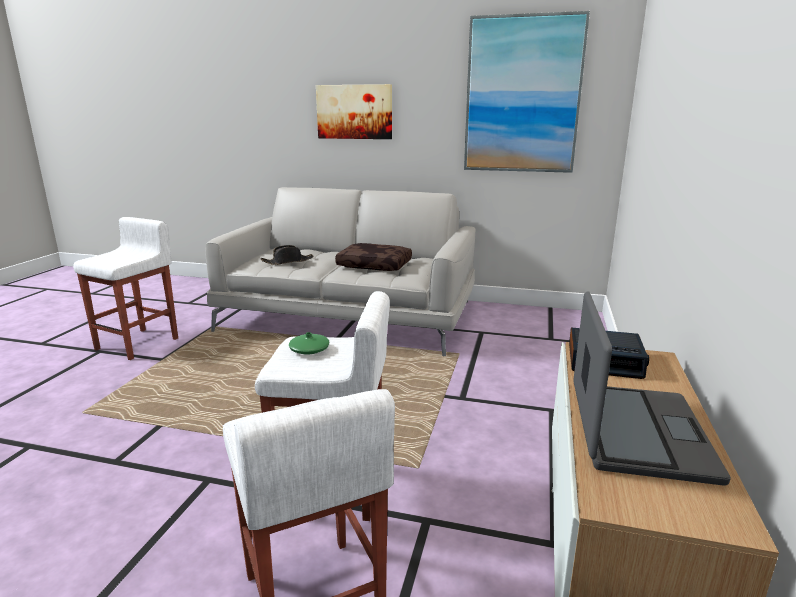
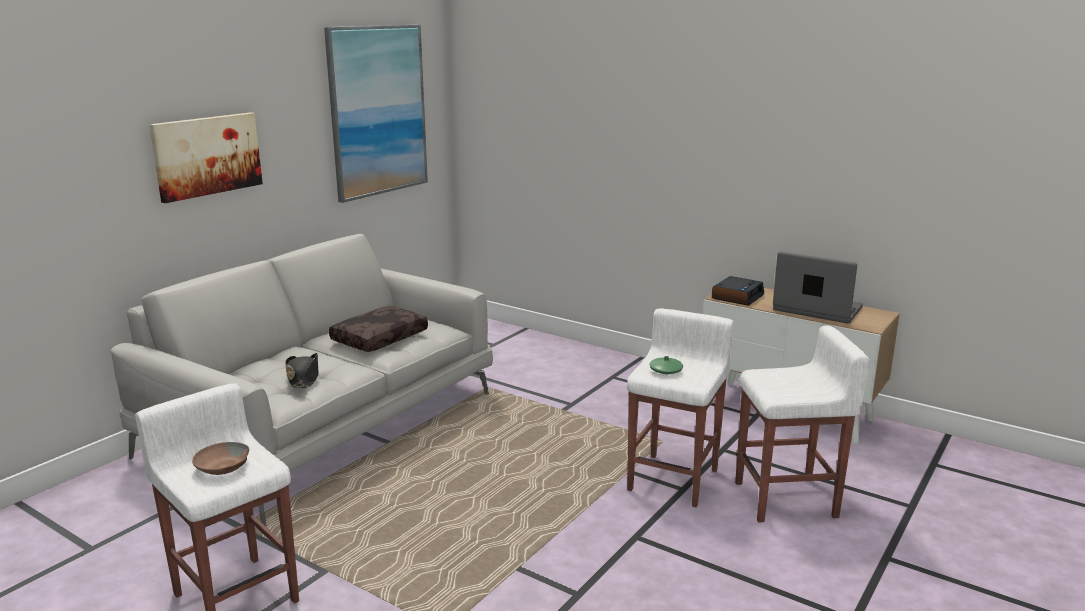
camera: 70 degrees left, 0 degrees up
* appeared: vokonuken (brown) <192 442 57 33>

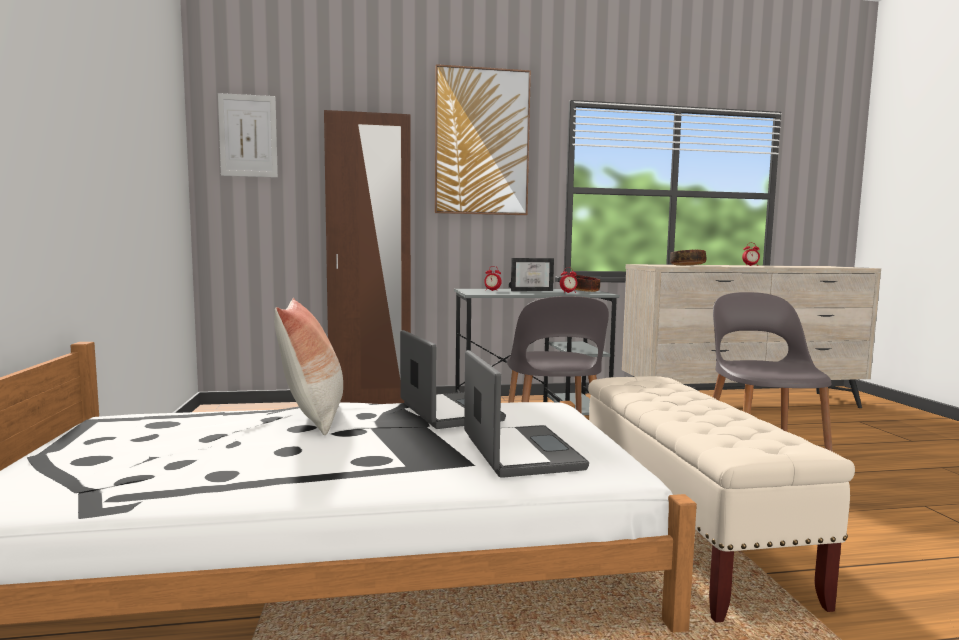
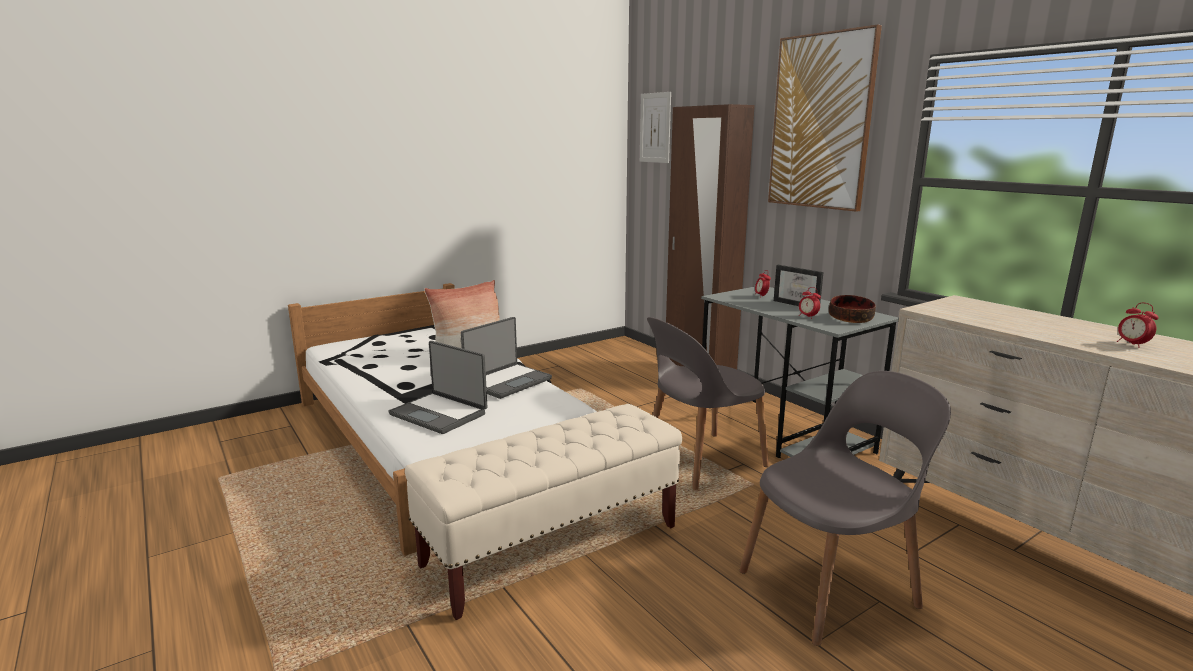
camera: 65 degrees right, 10 degrees up
* spun: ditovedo <464 350 125 128> = <388 341 99 93> 75 degrees clockwise
* missing: vokonuken <670 250 36 15>

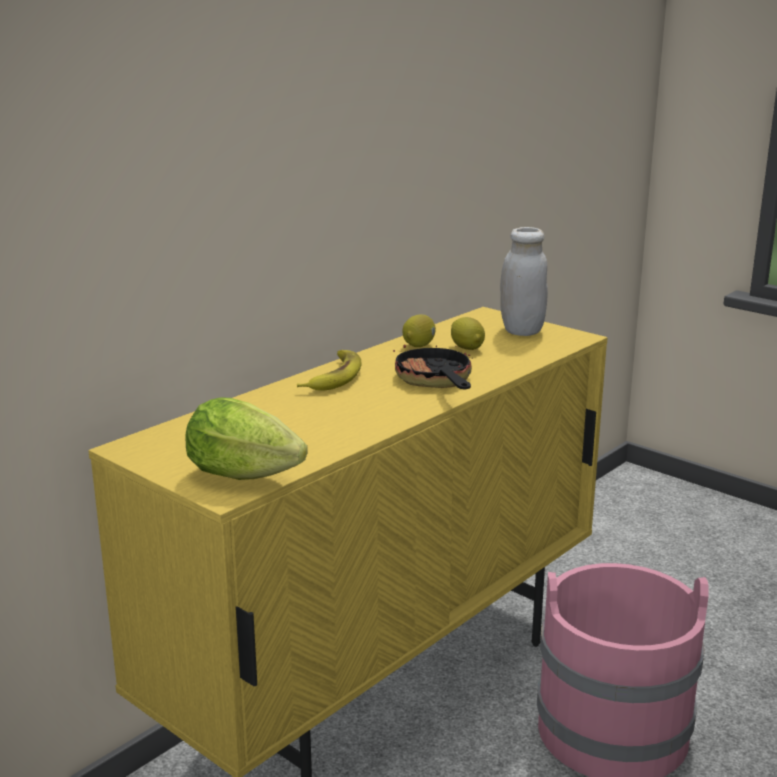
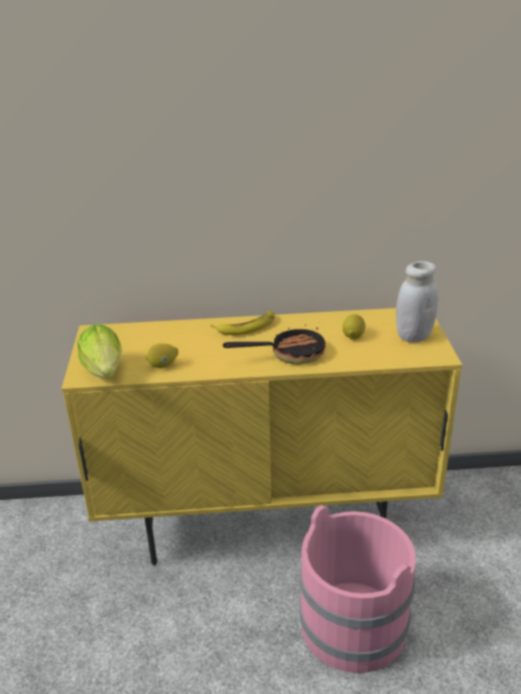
camera: 45 degrees right, 10 degrees up
* spun: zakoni <393 344 80 45> = <223 322 103 42> 45 degrees clockwise
* relocated: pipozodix <403 314 33 33> to <145 343 33 25>

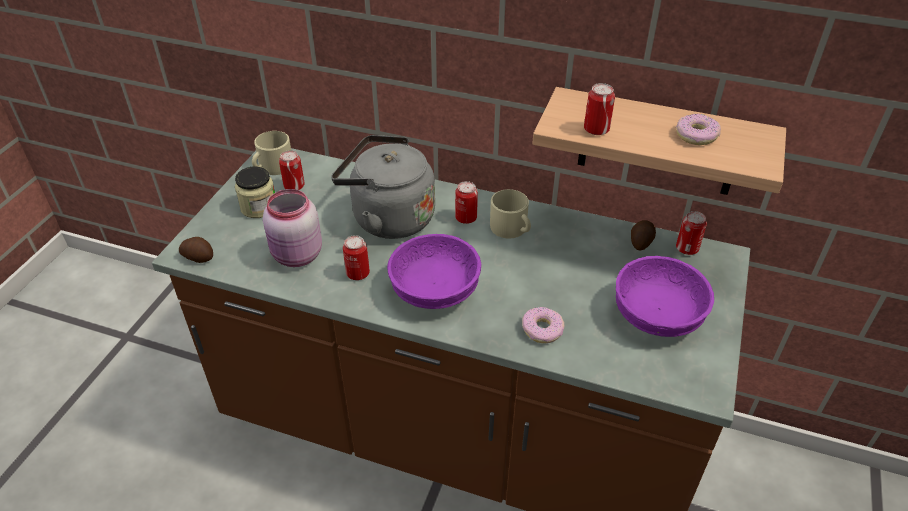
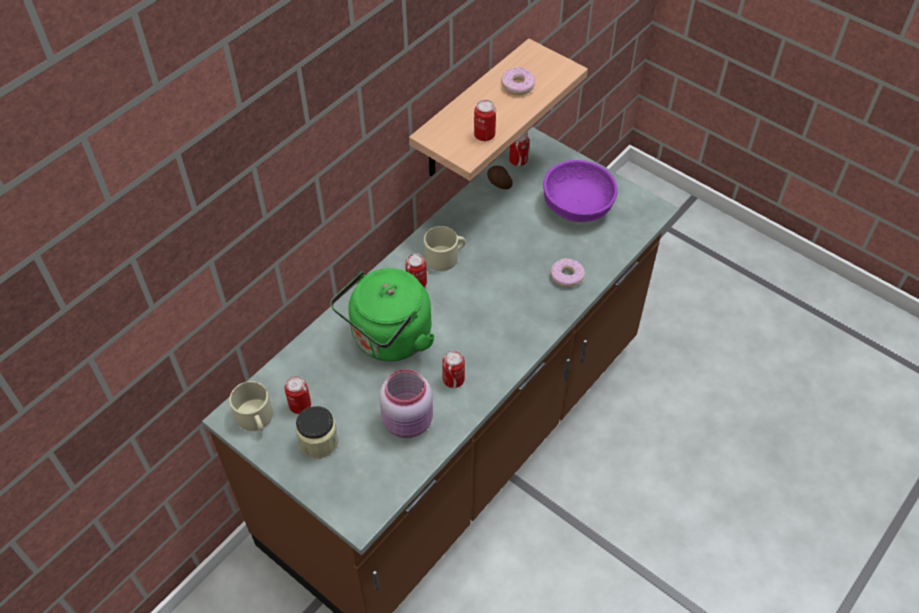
camera: 70 degrees left, 10 degrees up
* missing: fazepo <179 237 34 26>
* colour: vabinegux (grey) <331 135 104 104> to vabinegux (green) <330 268 105 93>
* missing: vokonuken (purple) <387 234 94 75>

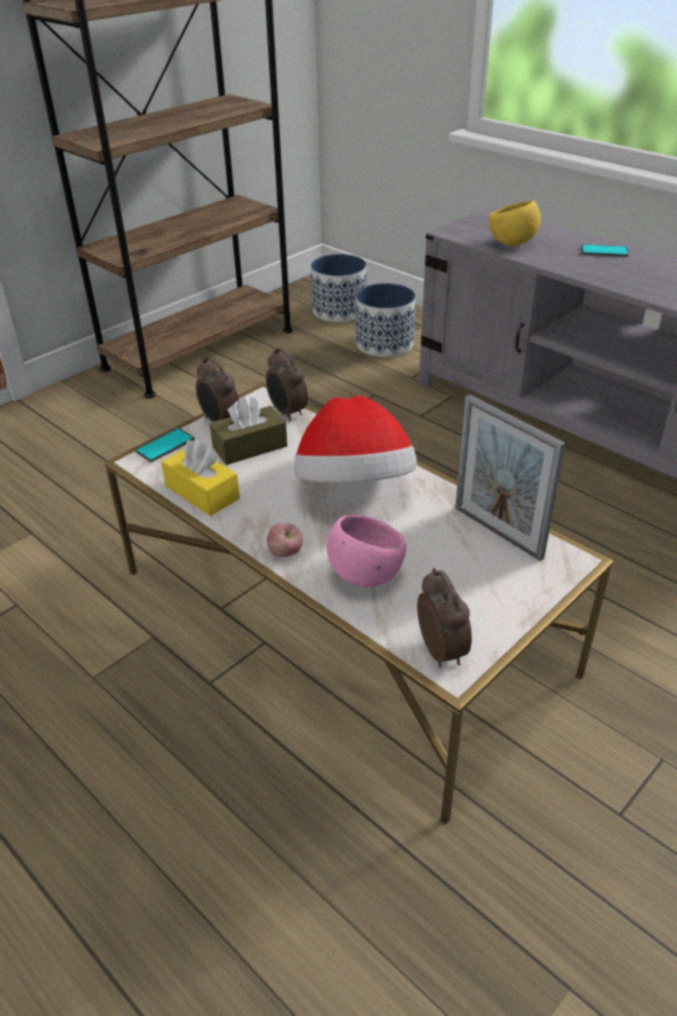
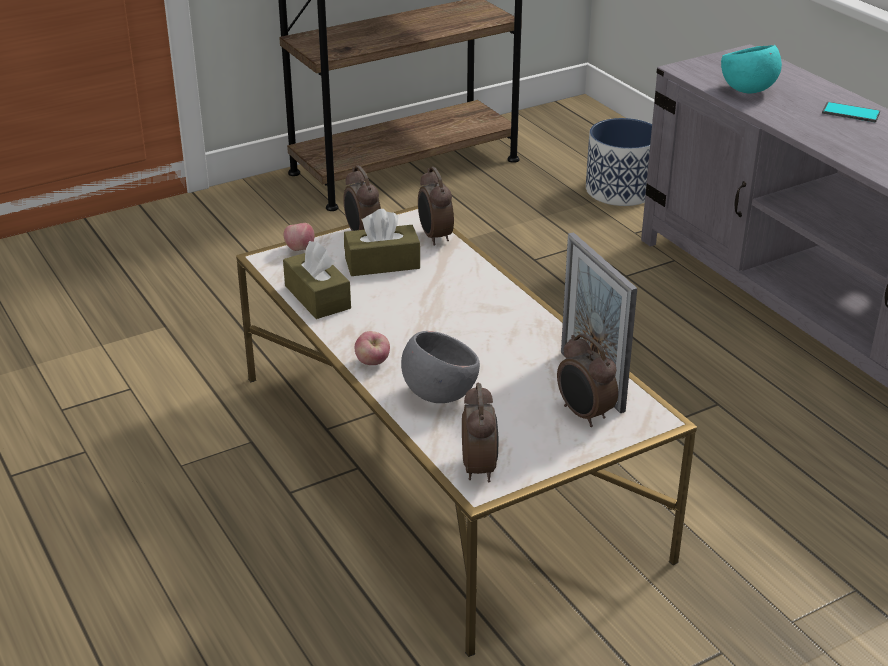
camera: 15 degrees right, 5 degrees down
* exchanged: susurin <135 428 60 34> to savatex <284 223 30 28>
* colour: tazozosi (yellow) <161 440 79 76> to tazozosi (brown) <283 241 68 78>
* missing: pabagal <294 396 123 87>
* missing: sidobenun <311 254 56 69>
* colour: vokonuken (pink) <327 514 79 73> to vokonuken (grey) <401 331 79 72>
* colour: vokonuken (yellow) <489 200 52 46> to vokonuken (turquoise) <721 45 61 49>
* appeared: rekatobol <557 333 61 94>

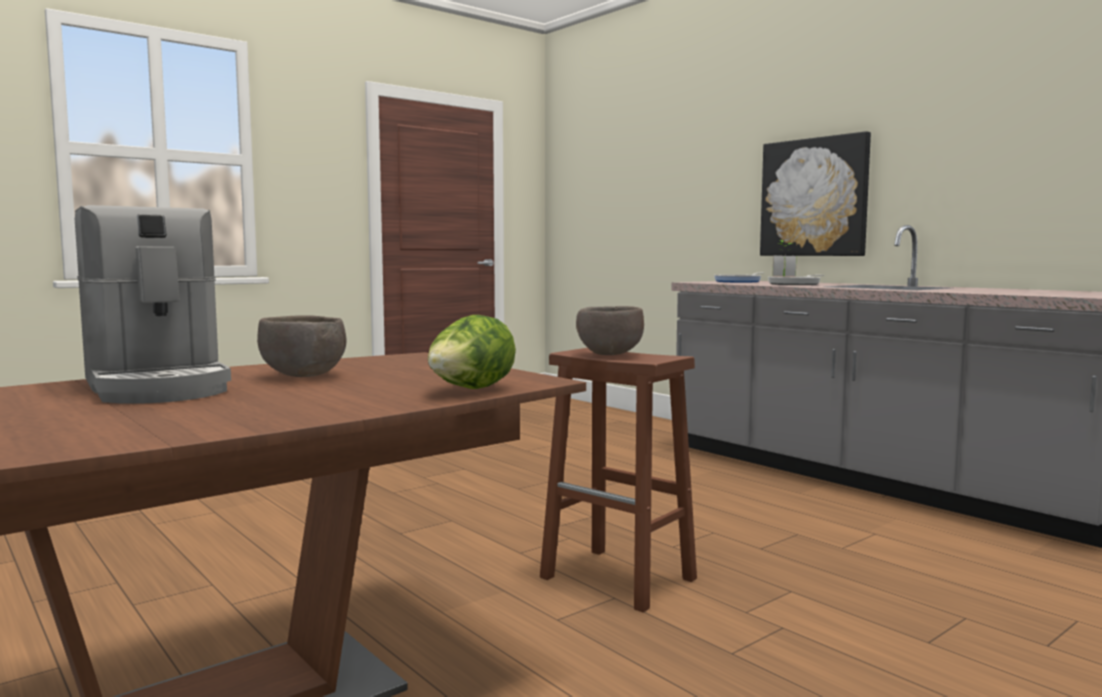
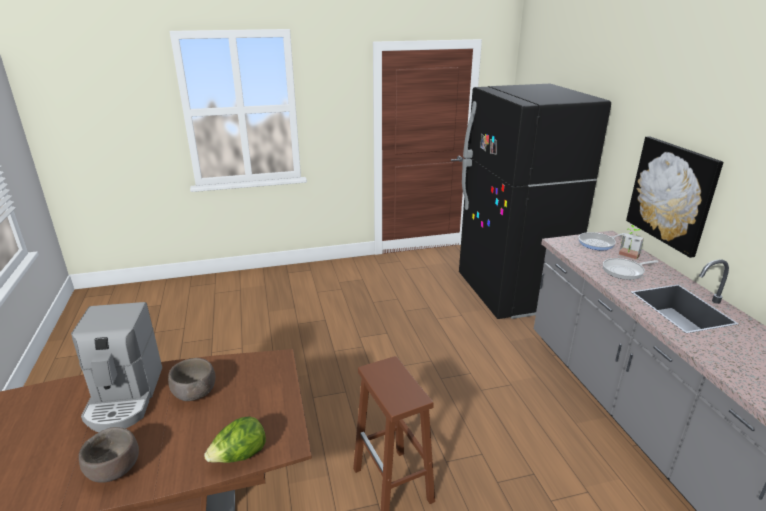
camera: 25 degrees right, 20 degrees up
* relocated: vokonuken (brown) <576 306 68 49> to <79 427 60 56>
* appeared: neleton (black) <459 84 152 235>

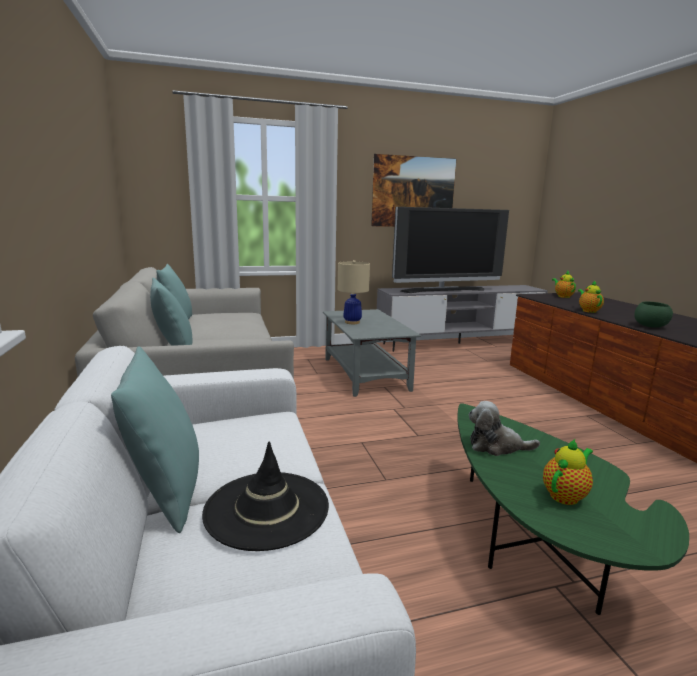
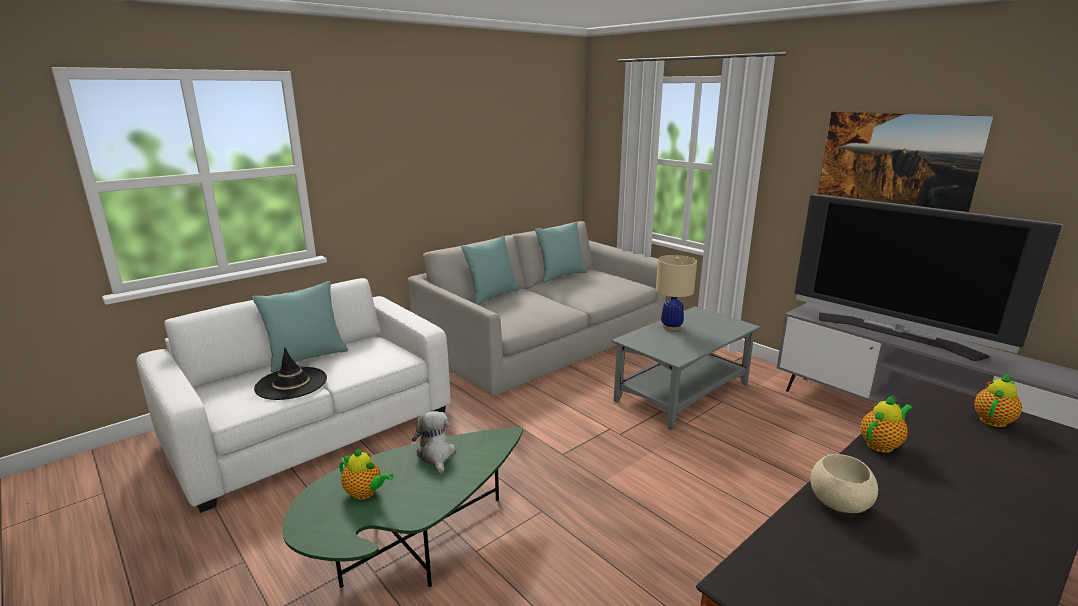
camera: 65 degrees right, 5 degrees up
* colour: vokonuken (green) <634 301 39 27> to vokonuken (beige) <810 454 68 59>

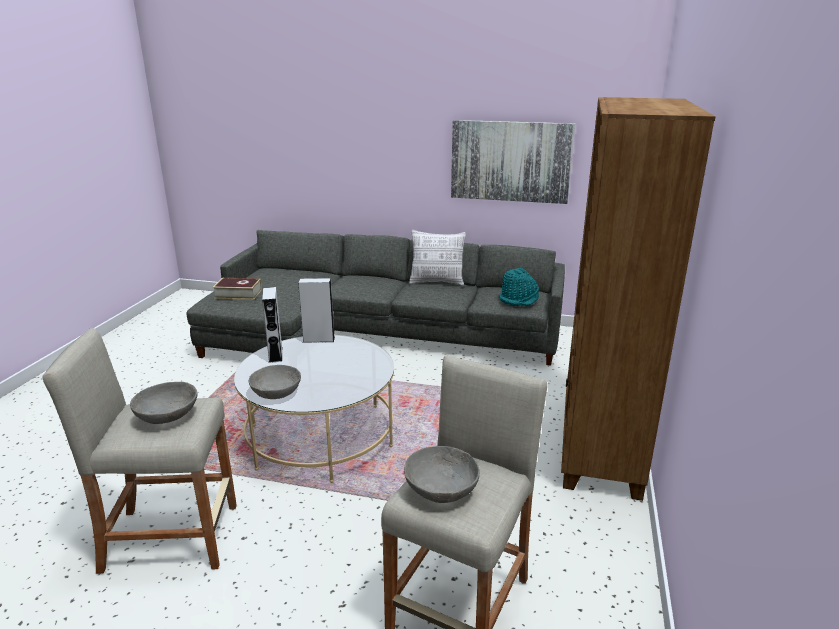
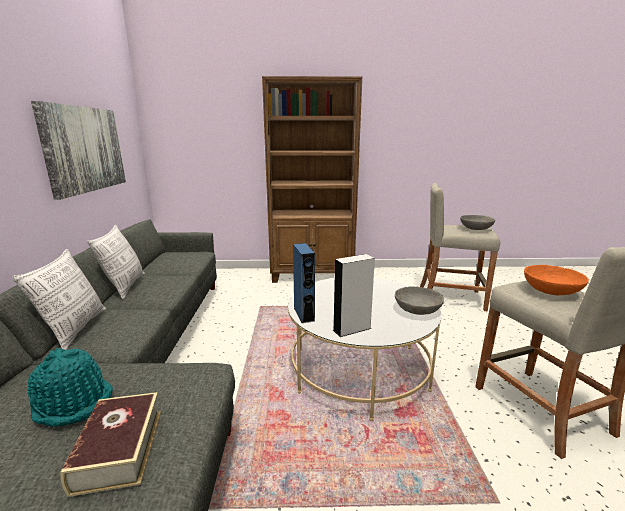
camera: 105 degrees left, 5 degrees down
* colour: vokonuken (grey) <130 382 68 42> to vokonuken (orange) <524 265 65 30>
* colour: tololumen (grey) <298 278 37 64> to tololumen (blue) <293 243 22 80>
* relocated: pabagal (turquoise) <499 268 40 38> to <27 348 86 79>
* appeared: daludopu <12 249 94 101>

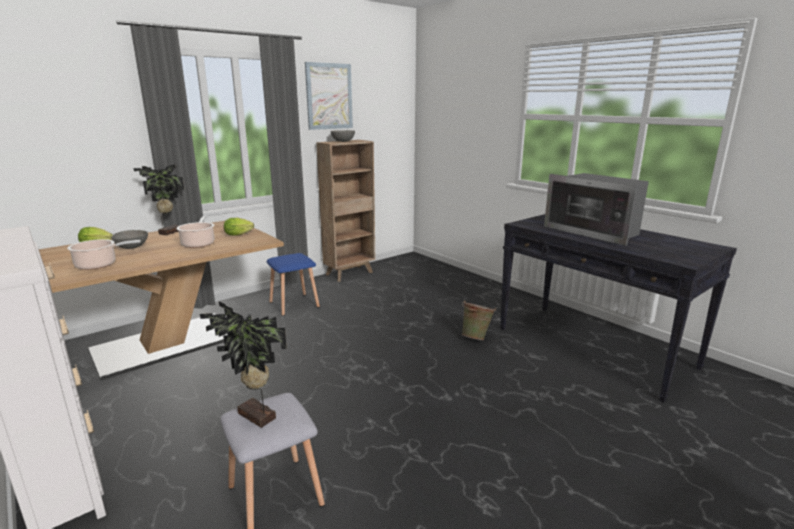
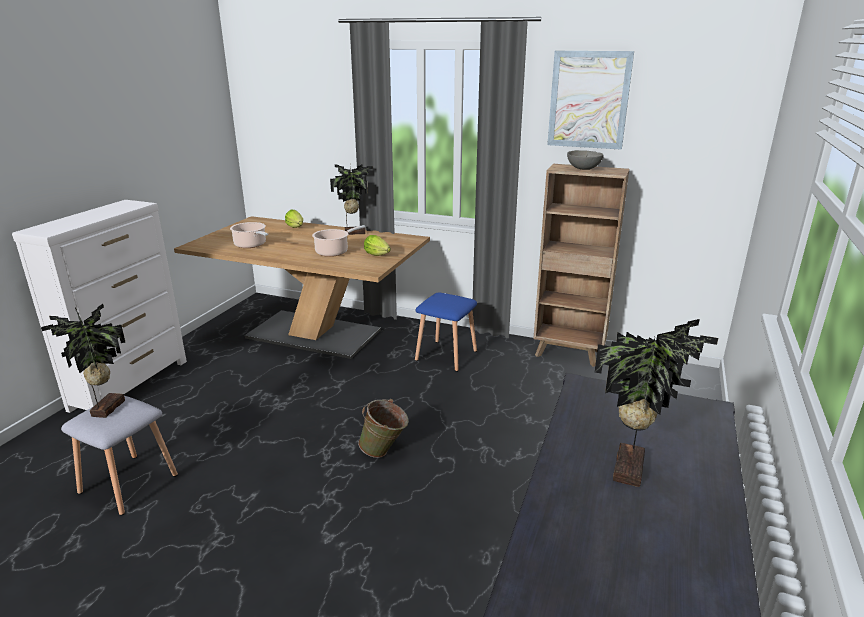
camera: 60 degrees right, 5 degrees up
* missing: vokonuken (grey) <111 230 37 19>
* relocated: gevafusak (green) <462 300 34 40> to <358 399 51 59>
* exchanged: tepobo <544 173 105 73> to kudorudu <595 319 123 168>

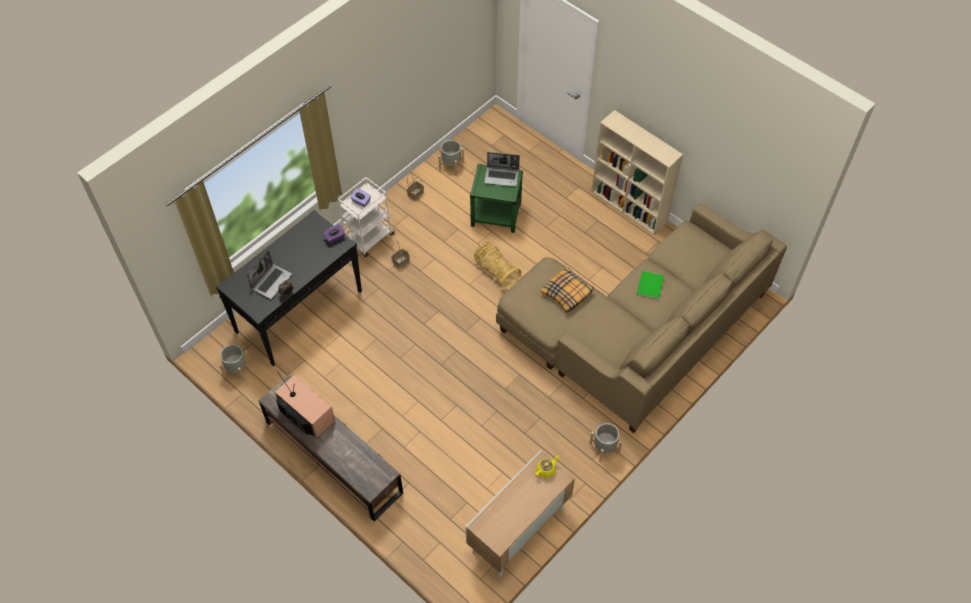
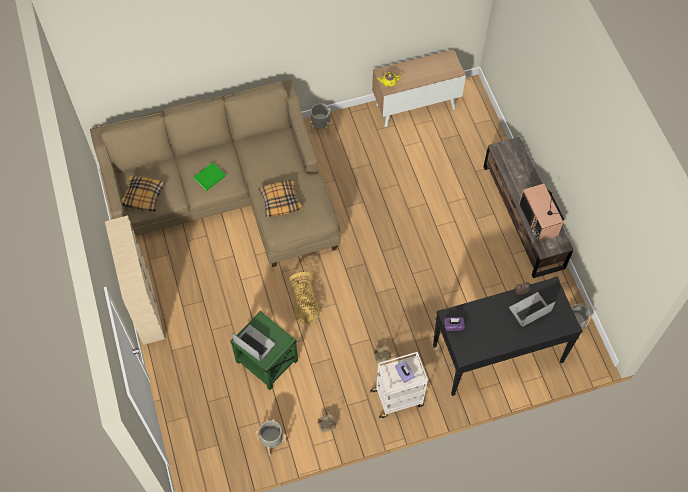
camera: 150 degrees left, 5 degrees up
* appeared: daludopu <121 176 44 36>

